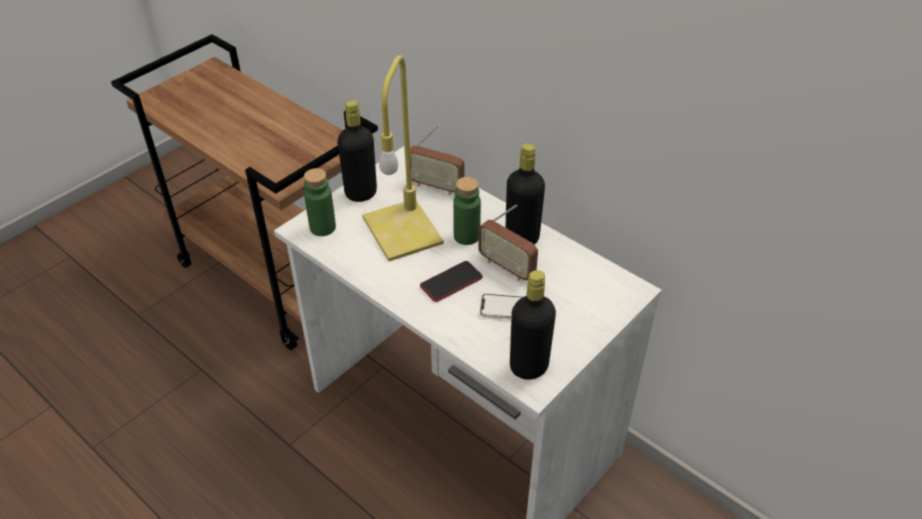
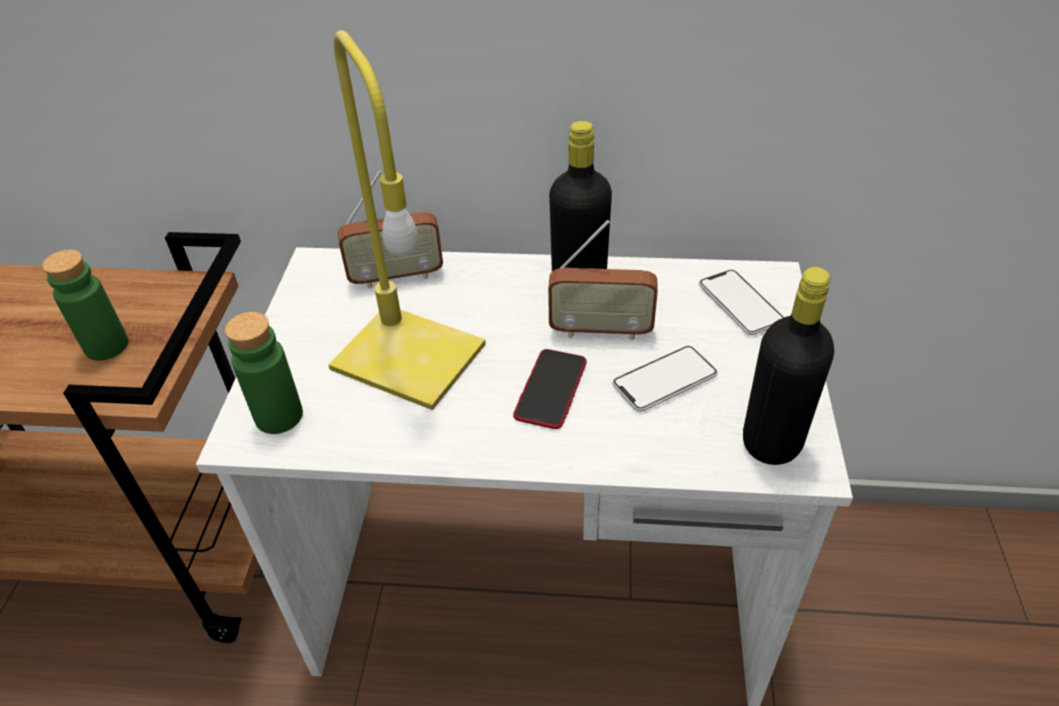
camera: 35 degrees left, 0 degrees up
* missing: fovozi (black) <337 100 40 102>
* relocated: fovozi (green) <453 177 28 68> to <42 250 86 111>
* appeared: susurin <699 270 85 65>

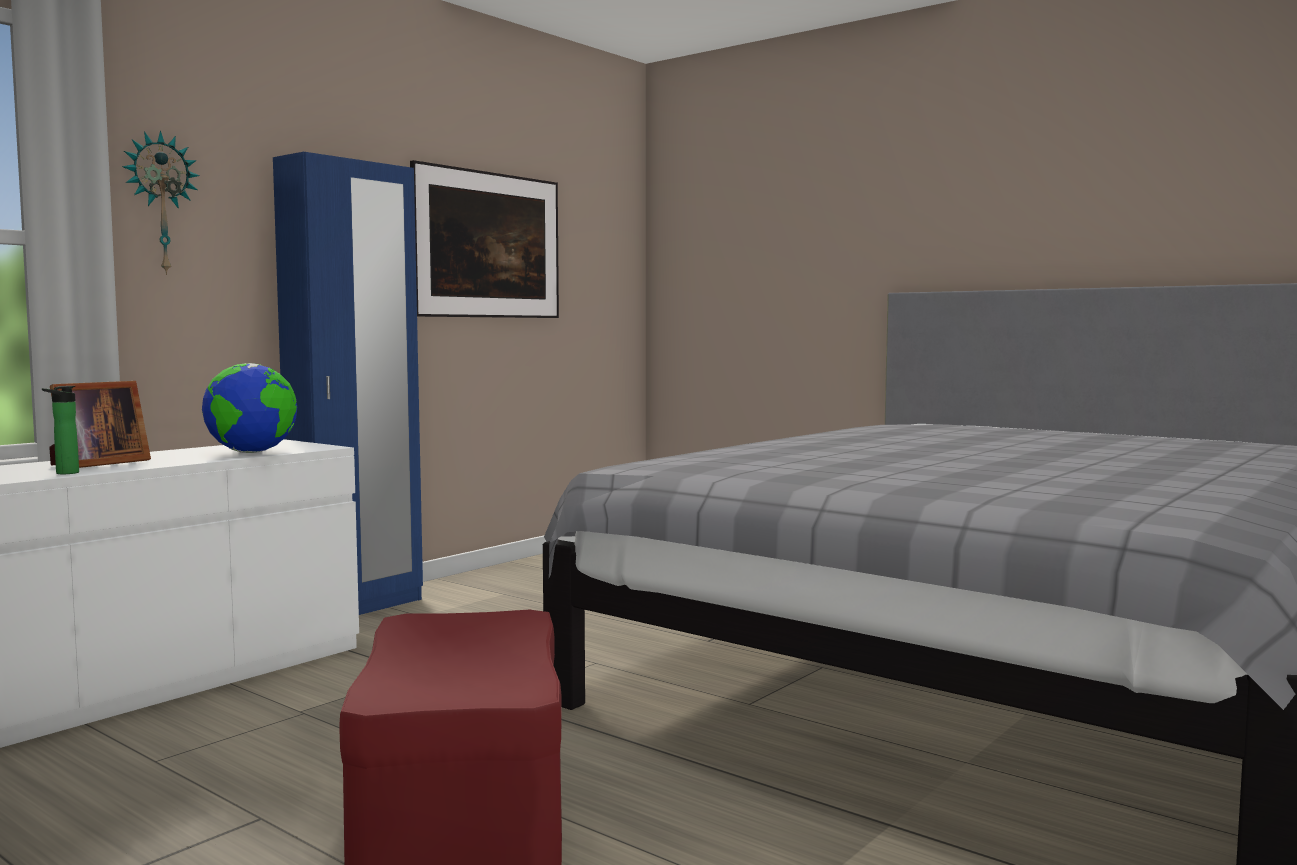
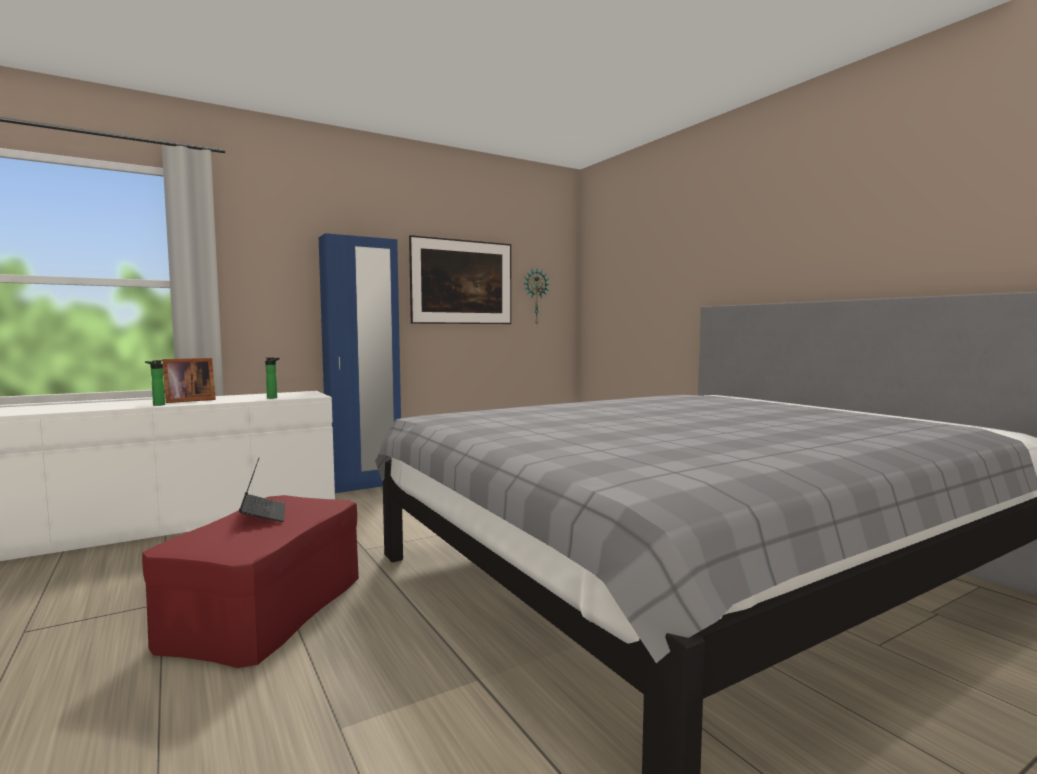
camera: 20 degrees right, 0 degrees up
* relocated: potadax <122 131 78 144> to <524 269 26 56>
* exchanged: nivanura <202 363 95 90> to fovozi <265 357 15 42>
* appeared: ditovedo <239 458 46 64>

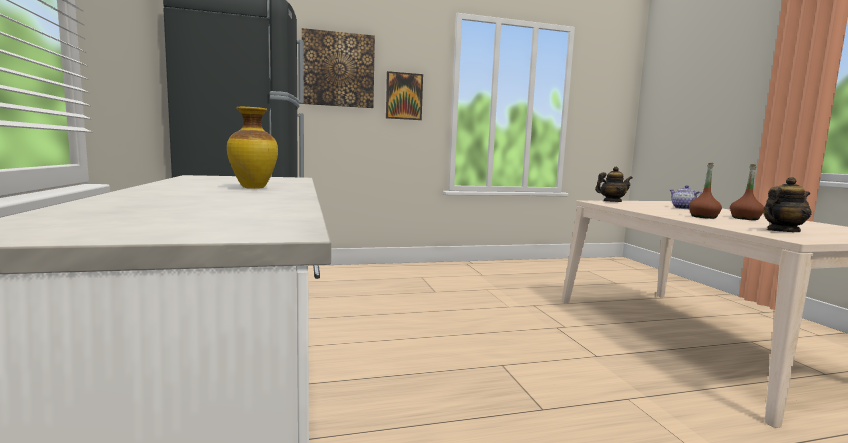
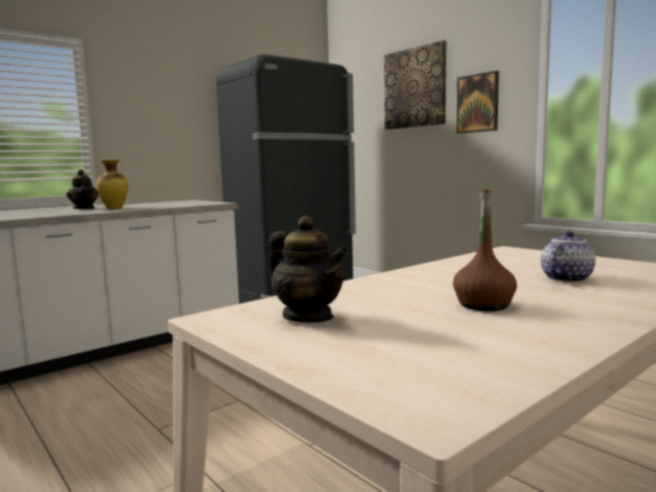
camera: 65 degrees right, 0 degrees up
* relocated: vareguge <595 167 37 35> to <67 169 32 40>
* missing: fovozi (brown) <689 163 33 56>

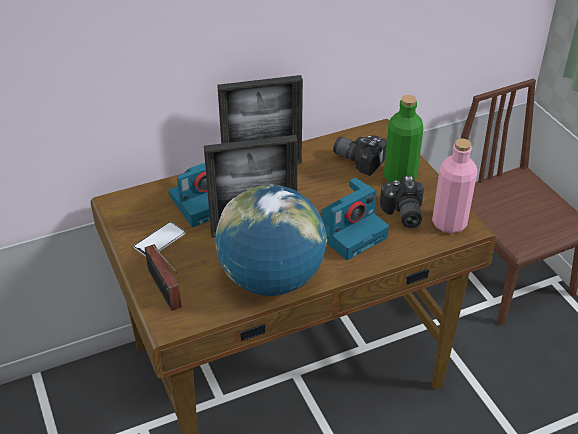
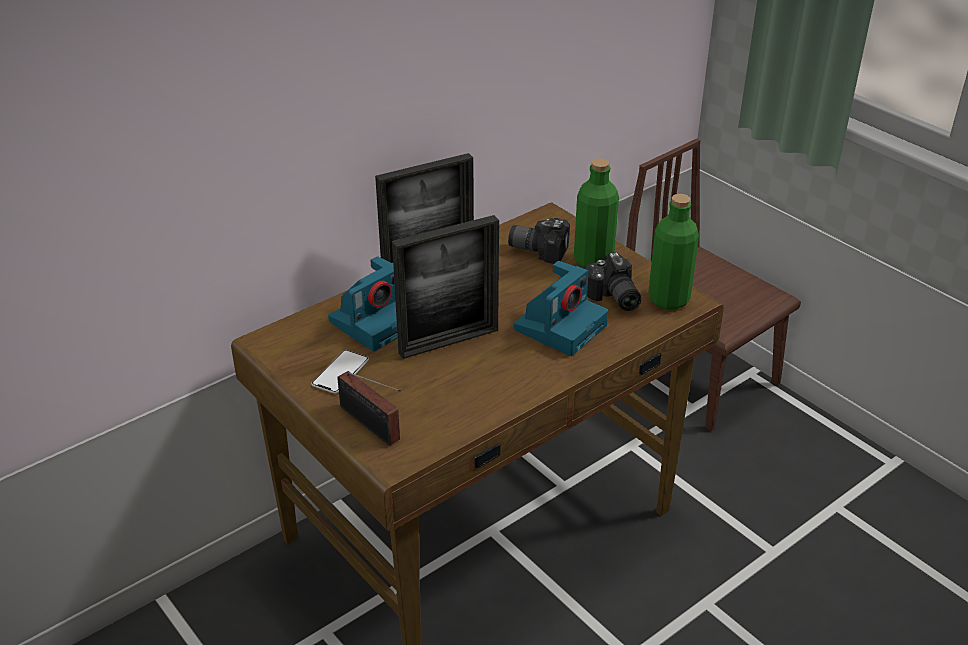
camera: 15 degrees left, 5 degrees down
* missing: nivanura <215 184 112 112>
* colour: fovozi (pink) <432 138 45 95> to fovozi (green) <648 194 51 115>

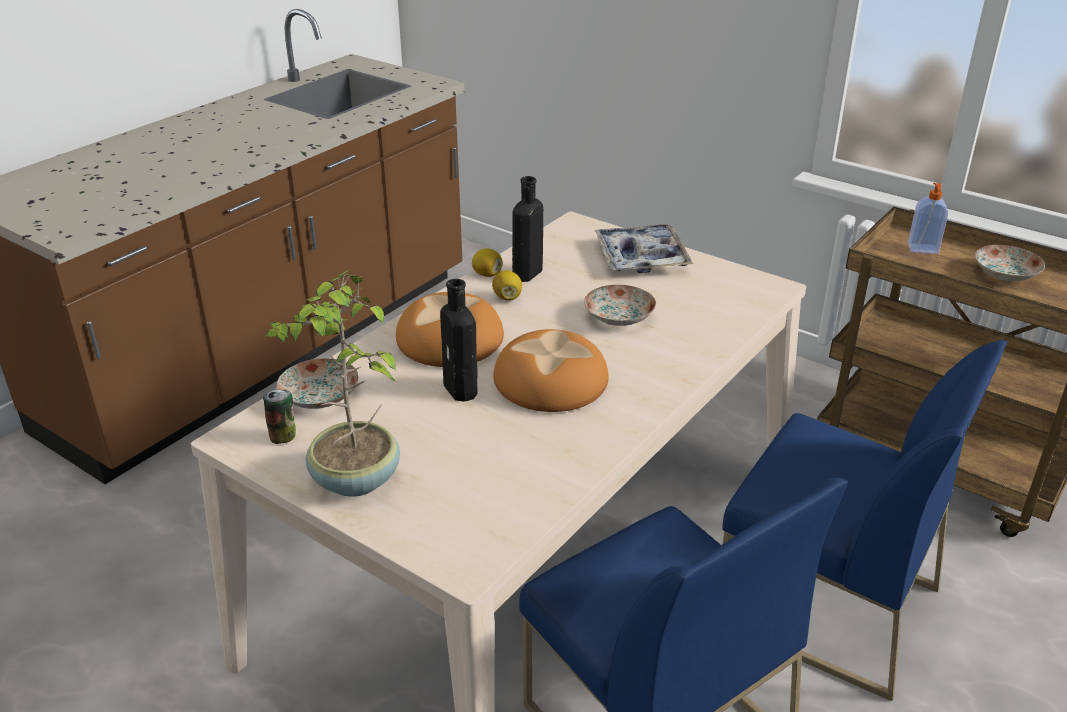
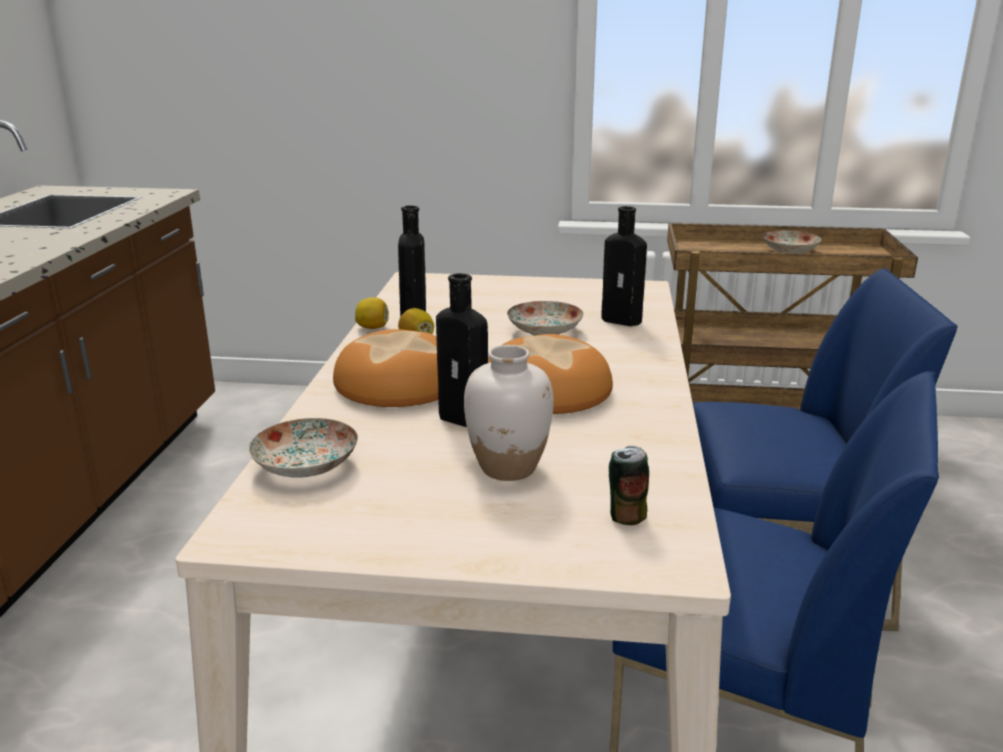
camera: 30 degrees left, 10 degrees down
* relocated: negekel <263 389 33 55> to <609 446 40 79>
* missing: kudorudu <264 270 136 227>
* missing: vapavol <595 224 98 50>
* missing: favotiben <908 183 40 71>
* appeared: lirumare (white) <464 345 90 136>
* appeared: fovozi (black) <601 206 46 120>

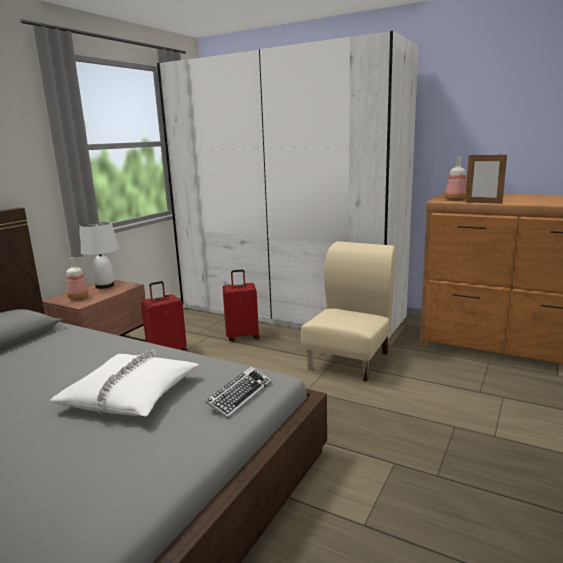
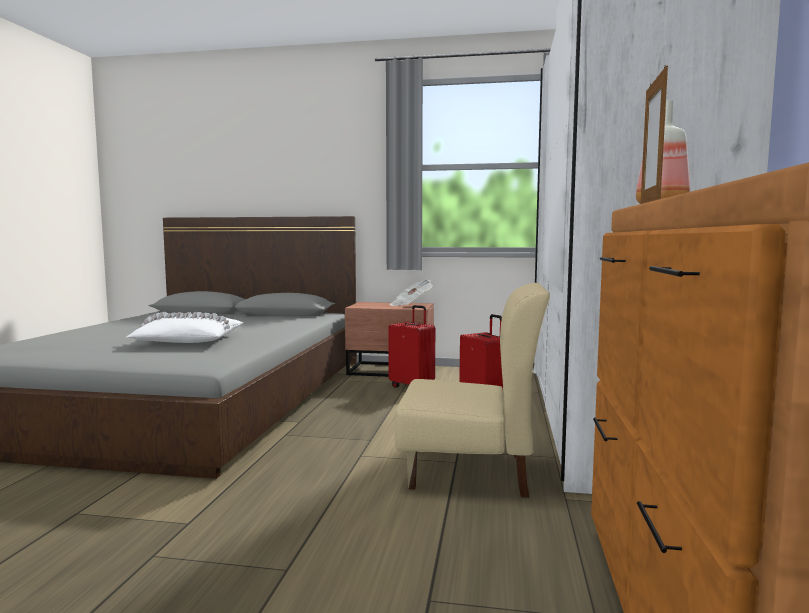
camera: 70 degrees right, 10 degrees down
* missing: fovozi <66 258 23 42>
* exchanged: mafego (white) <79 221 40 68> to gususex <389 280 44 26>
* missing: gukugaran <205 366 66 52>

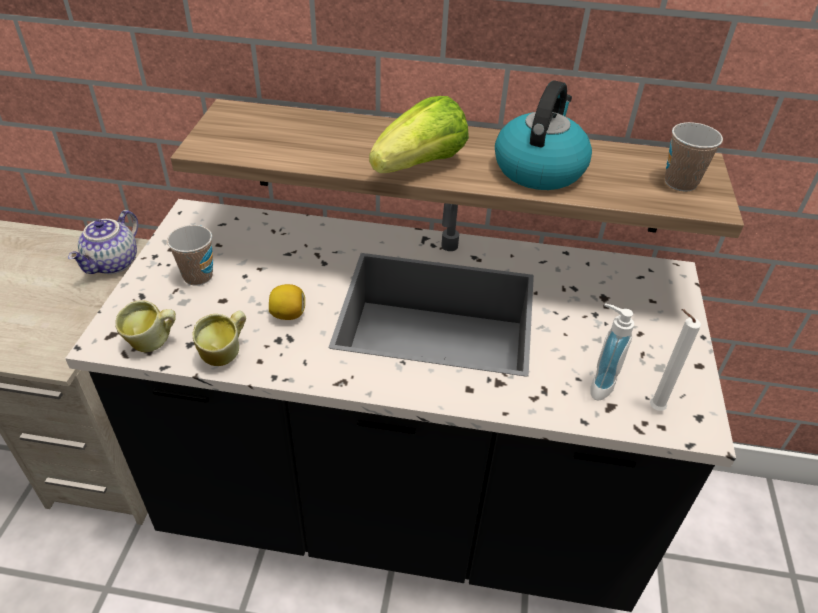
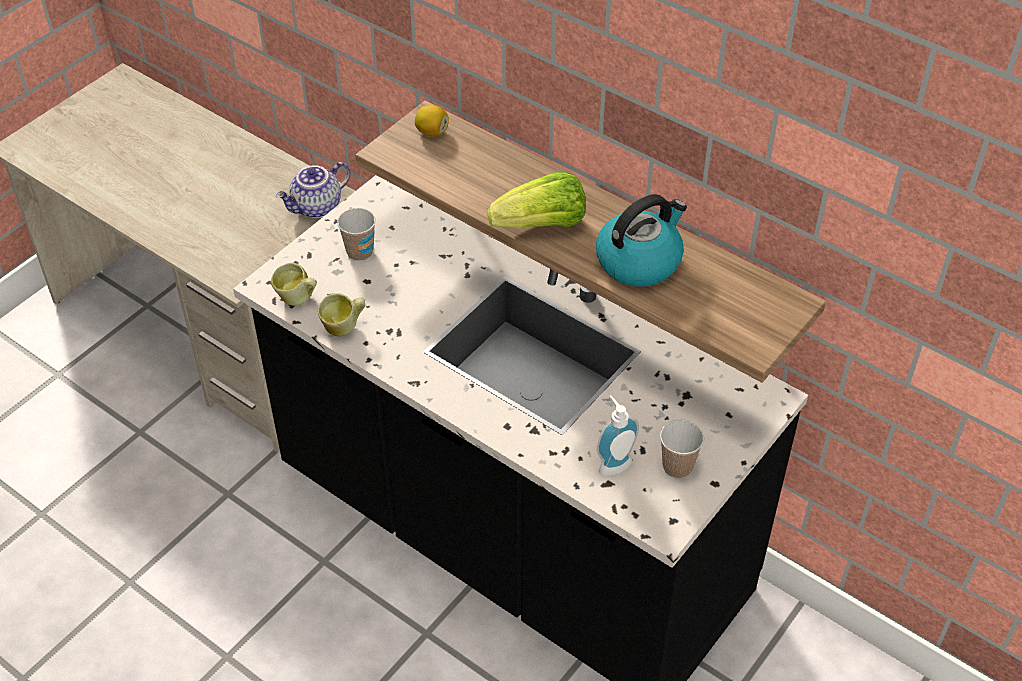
camera: 30 degrees right, 5 degrees up
* relocated: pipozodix <269 284 36 36> to <415 105 34 32>
* missing: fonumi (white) <650 309 51 102>
* relocated: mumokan <665 122 58 70> to <660 419 44 60>

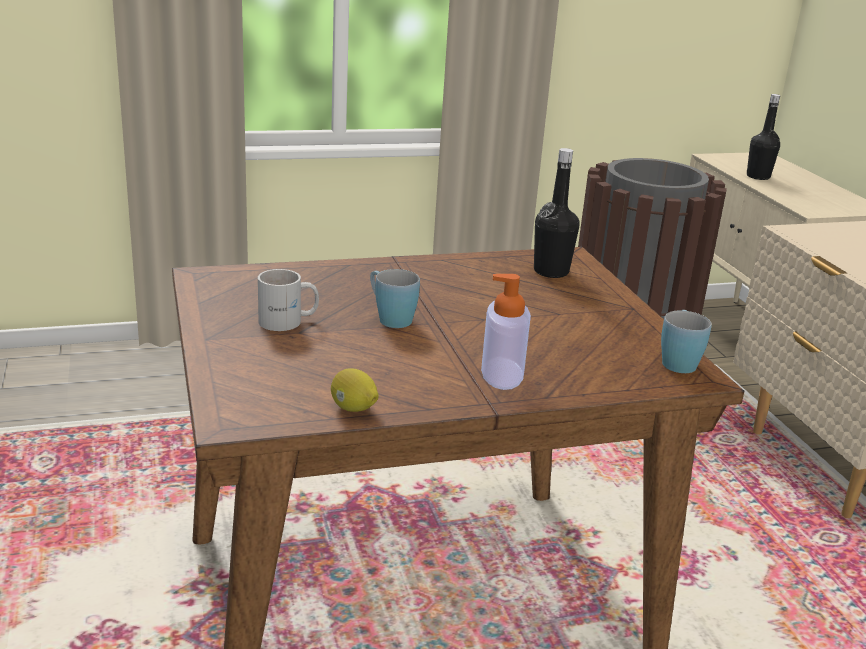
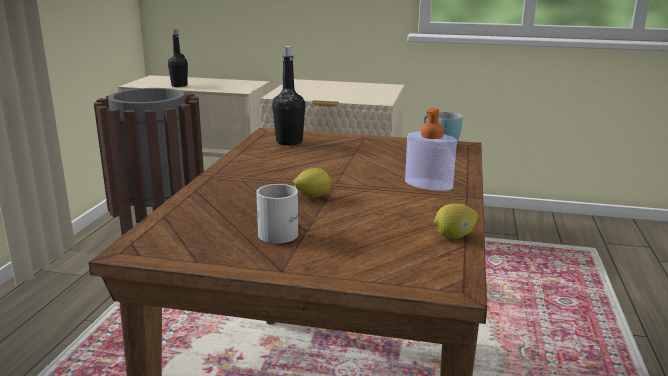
camera: 60 degrees left, 5 degrees down
* exchanged: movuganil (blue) <370 269 50 59> to pipozodix <293 168 39 30>

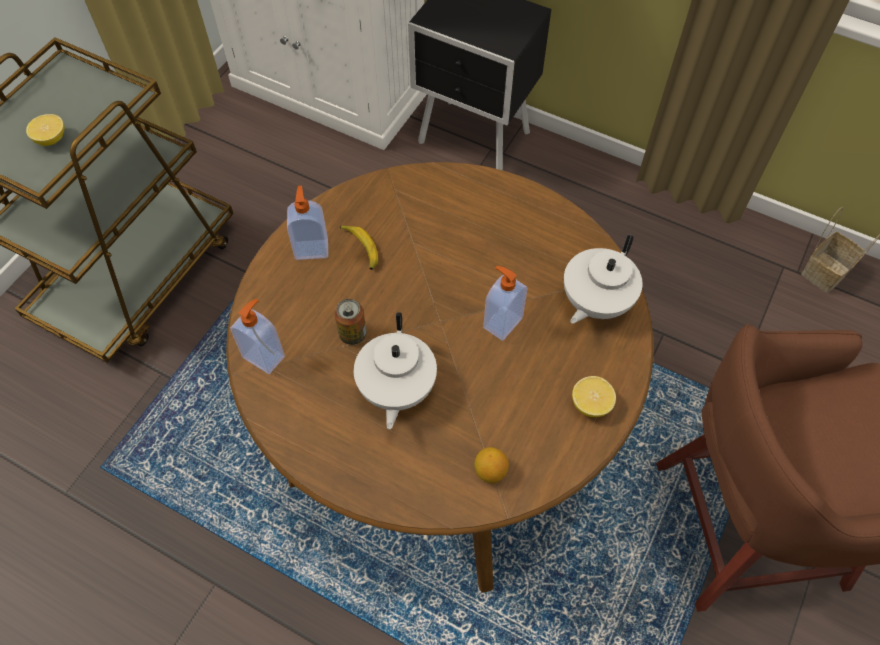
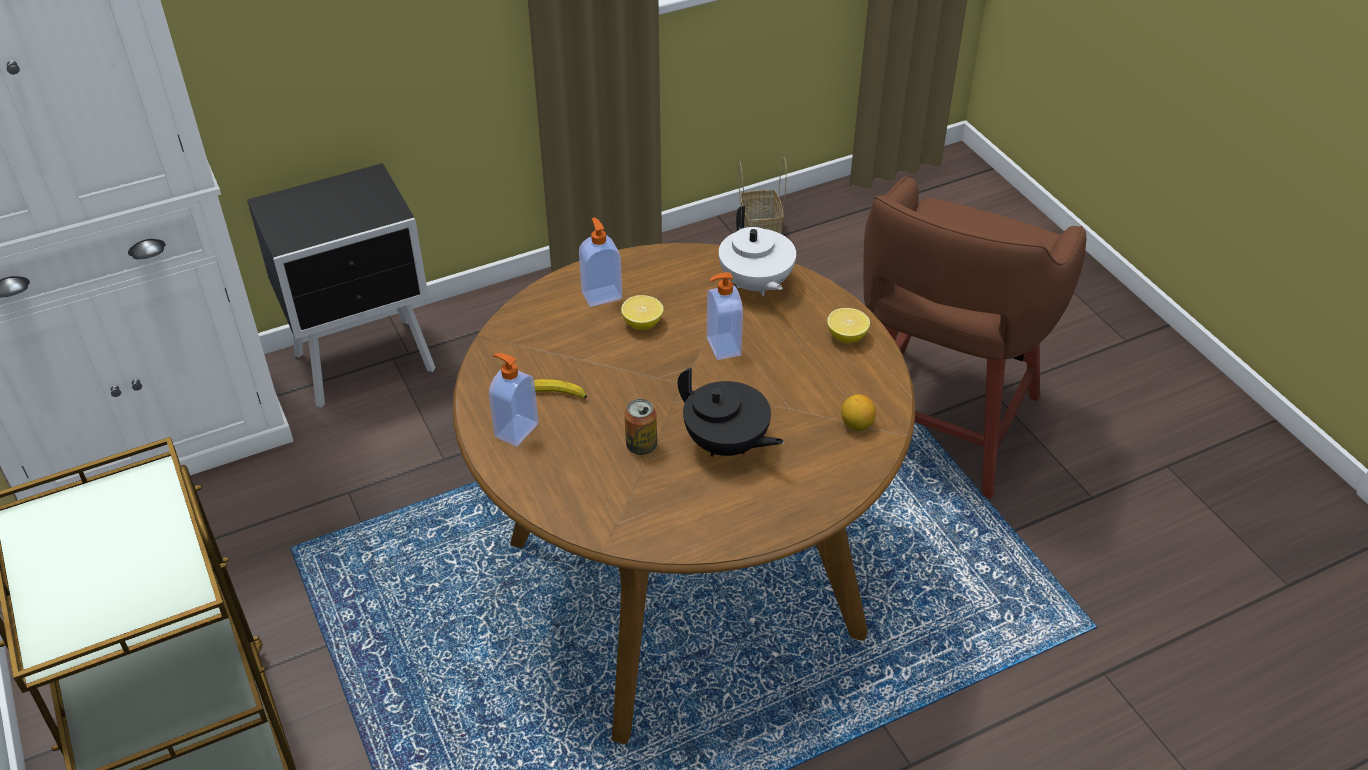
camera: 55 degrees left, 15 degrees down
* relocated: pipozodix <26 114 39 32> to <621 295 43 35>
* relocated: favotiben <231 299 54 75> to <579 218 43 89>
* colour: vareguge (white) <354 312 83 117> to vareguge (black) <678 368 106 89>

